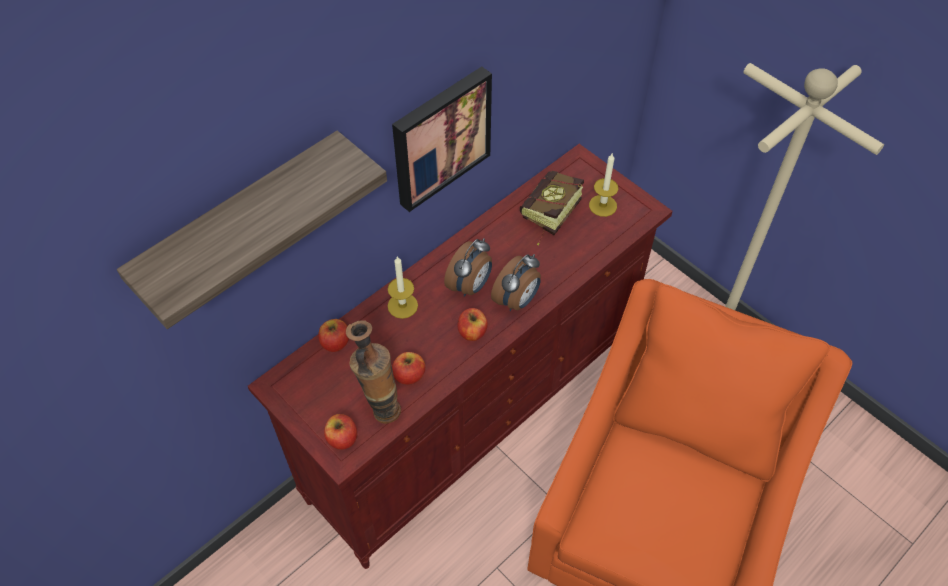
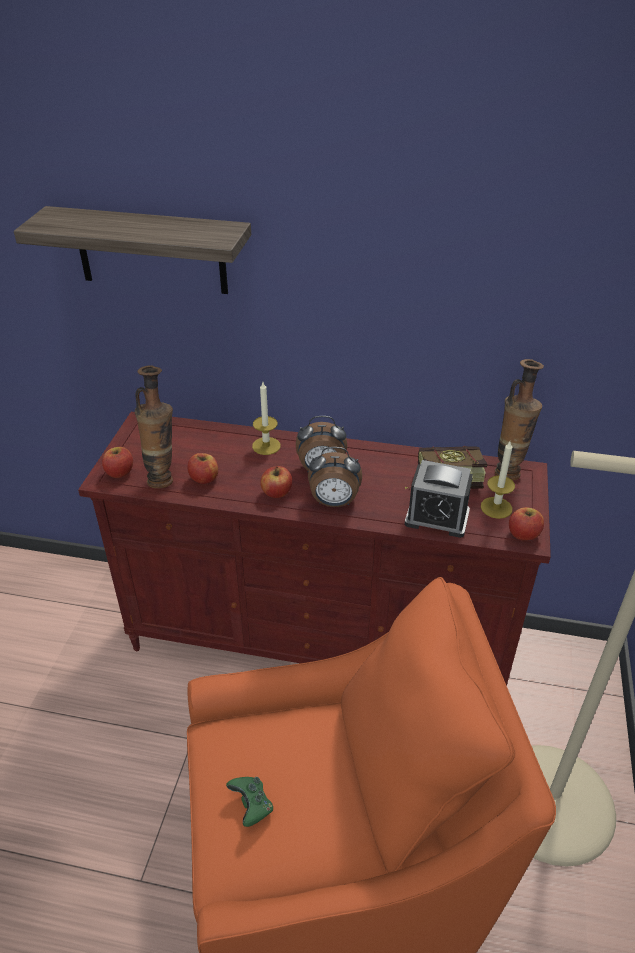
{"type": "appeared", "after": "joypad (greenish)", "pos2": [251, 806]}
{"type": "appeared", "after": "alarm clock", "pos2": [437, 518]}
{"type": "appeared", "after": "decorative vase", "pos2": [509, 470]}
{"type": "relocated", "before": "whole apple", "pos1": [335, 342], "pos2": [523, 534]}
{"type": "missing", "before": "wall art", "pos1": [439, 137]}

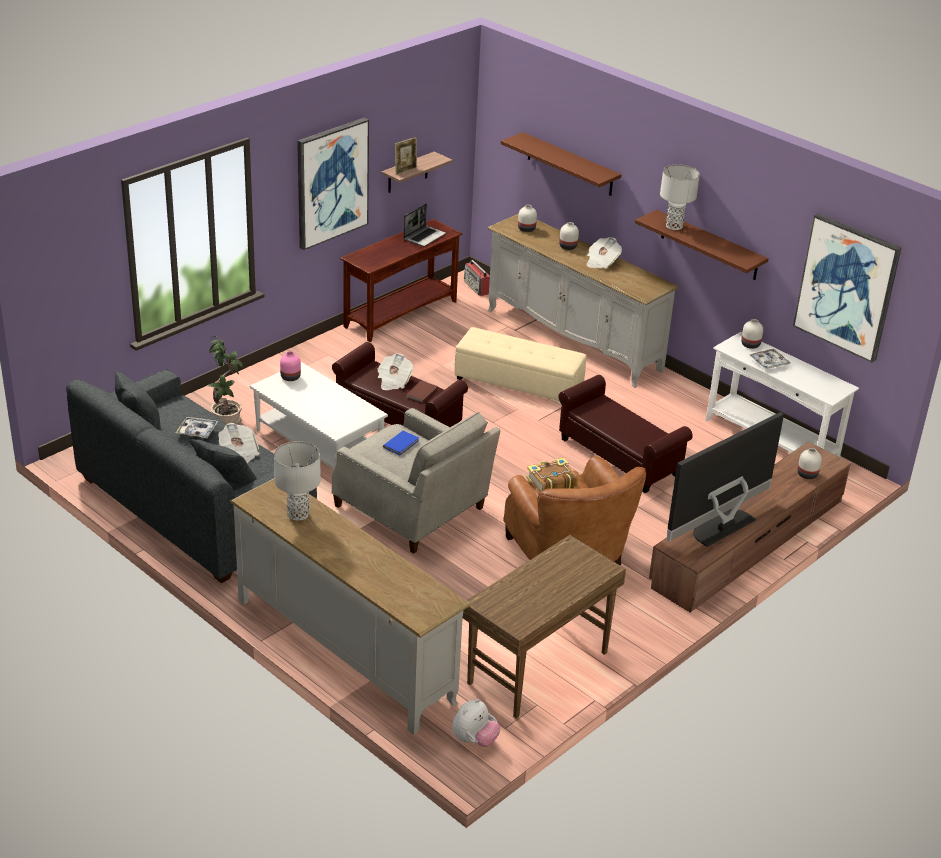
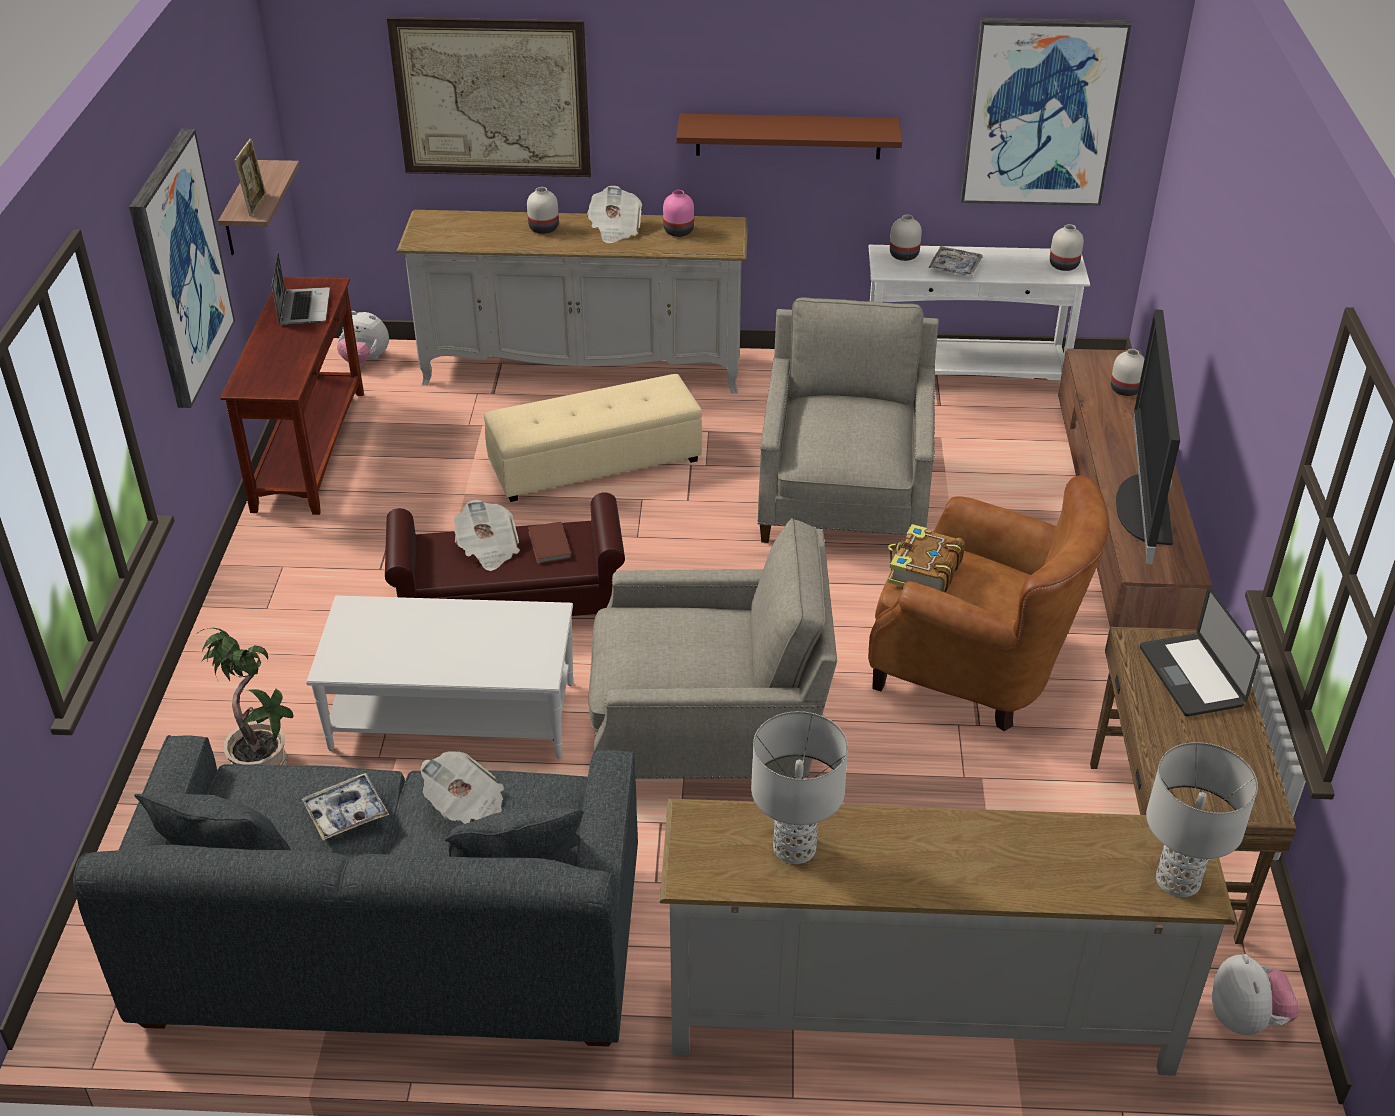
{"type": "exchanged", "before": "radio receiver", "after": "cuddly toy", "pos1": [477, 287], "pos2": [365, 360]}
{"type": "exchanged", "before": "bracket shelf (brownish)", "after": "wall art", "pos1": [570, 164], "pos2": [492, 98]}
{"type": "relocated", "before": "decorative vase (pink)", "pos1": [291, 377], "pos2": [679, 231]}
{"type": "exchanged", "before": "footrest (brownish)", "after": "easy chair (grey)", "pos1": [619, 457], "pos2": [844, 493]}
{"type": "relocated", "before": "decorative vase (white)", "pos1": [526, 229], "pos2": [1063, 265]}
{"type": "appeared", "after": "portable computer", "pos2": [1191, 676]}
{"type": "relocated", "before": "lamp for a table (white)", "pos1": [674, 226], "pos2": [1178, 879]}
{"type": "missing", "before": "book (bluish)", "pos1": [402, 444]}

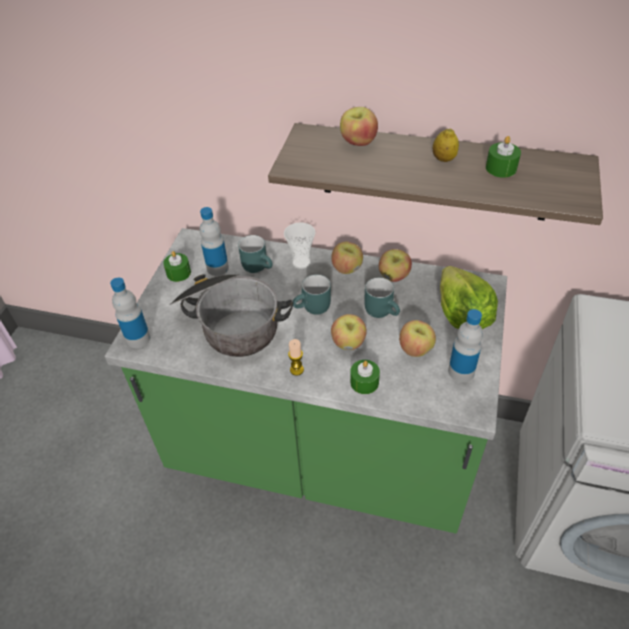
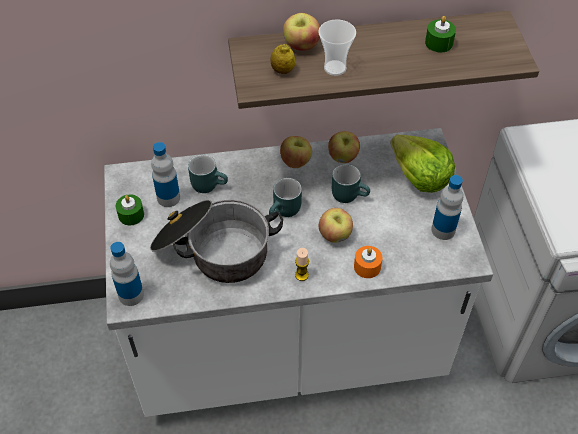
{"type": "colour", "before": "kitchen counter (greenish)", "after": "kitchen counter (white)", "pos1": [321, 452], "pos2": [289, 346]}
{"type": "relocated", "before": "whole lemon", "pos1": [443, 159], "pos2": [282, 70]}
{"type": "relocated", "before": "drinking cup", "pos1": [301, 262], "pos2": [335, 68]}
{"type": "colour", "before": "candle (greenish)", "after": "candle (orange)", "pos1": [364, 382], "pos2": [367, 267]}
{"type": "missing", "before": "whole apple", "pos1": [415, 349]}

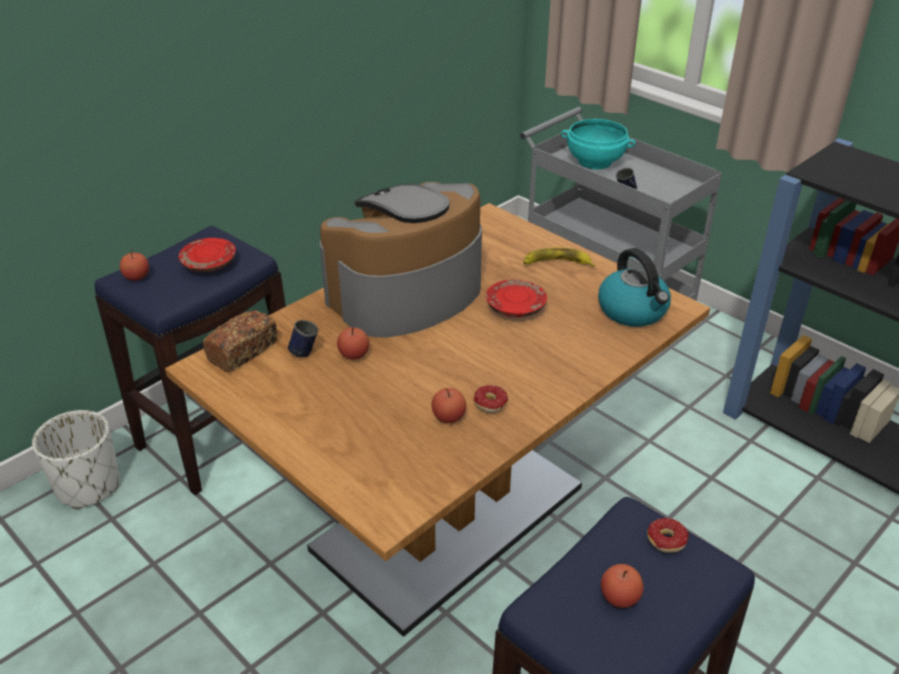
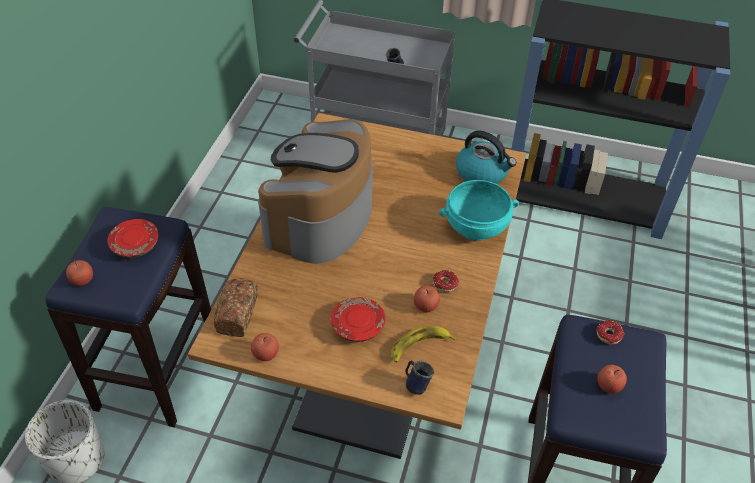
{"type": "relocated", "before": "whole apple", "pos1": [354, 354], "pos2": [266, 354]}
{"type": "relocated", "before": "flat dish (red-coloured)", "pos1": [515, 307], "pos2": [357, 326]}
{"type": "relocated", "before": "whole banana", "pos1": [556, 263], "pos2": [419, 346]}
{"type": "relocated", "before": "mug (bluish)", "pos1": [304, 350], "pos2": [416, 384]}
{"type": "relocated", "before": "bowl (blue-green)", "pos1": [594, 162], "pos2": [476, 228]}

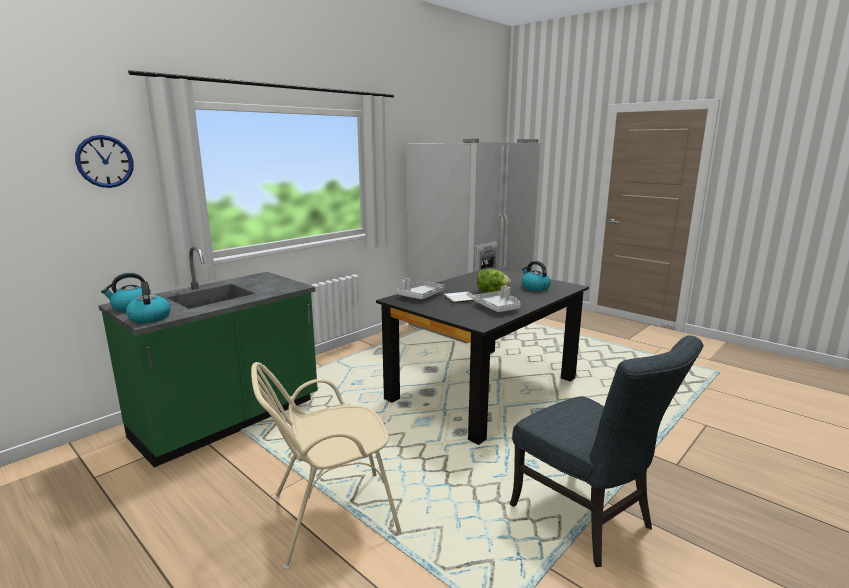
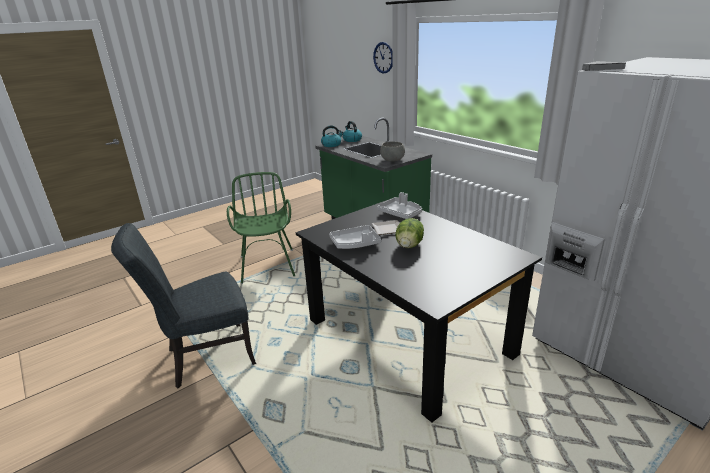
{"type": "colour", "before": "chair (beige)", "after": "chair (greenish)", "pos1": [329, 517], "pos2": [267, 264]}
{"type": "appeared", "after": "bowl (grey)", "pos2": [392, 160]}
{"type": "missing", "before": "water kettle", "pos1": [534, 287]}

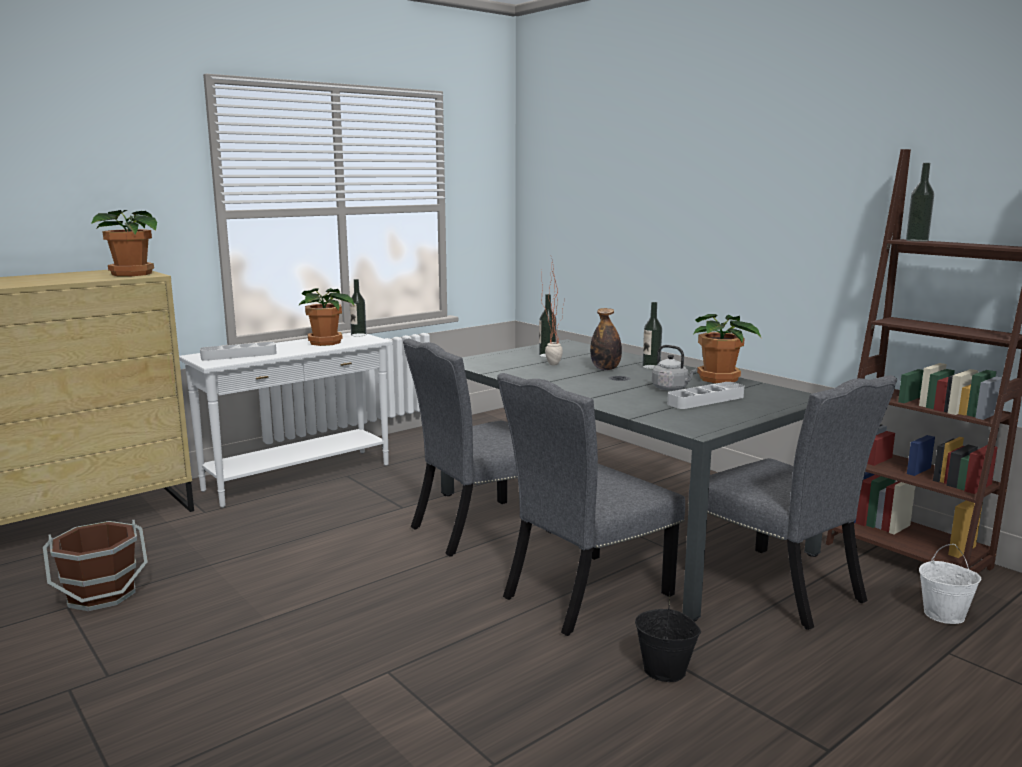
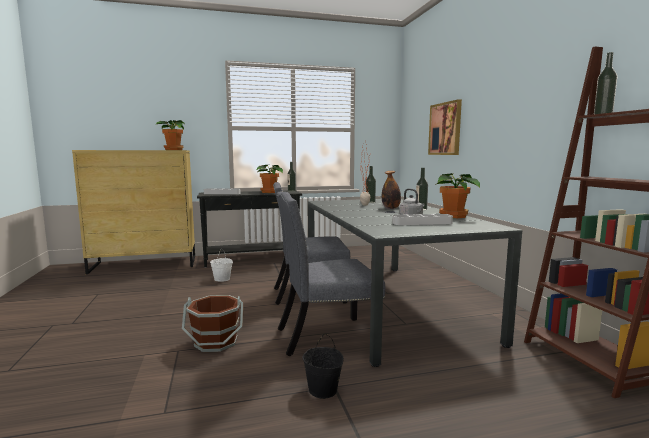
{"type": "relocated", "before": "bucket (brownish)", "pos1": [102, 595], "pos2": [216, 342]}
{"type": "colour", "before": "console table (white)", "after": "console table (black-coloured)", "pos1": [299, 476], "pos2": [252, 260]}
{"type": "relocated", "before": "bucket (white)", "pos1": [944, 614], "pos2": [222, 279]}
{"type": "appeared", "after": "wall art", "pos2": [445, 129]}
{"type": "missing", "before": "chair (grey)", "pos1": [775, 586]}

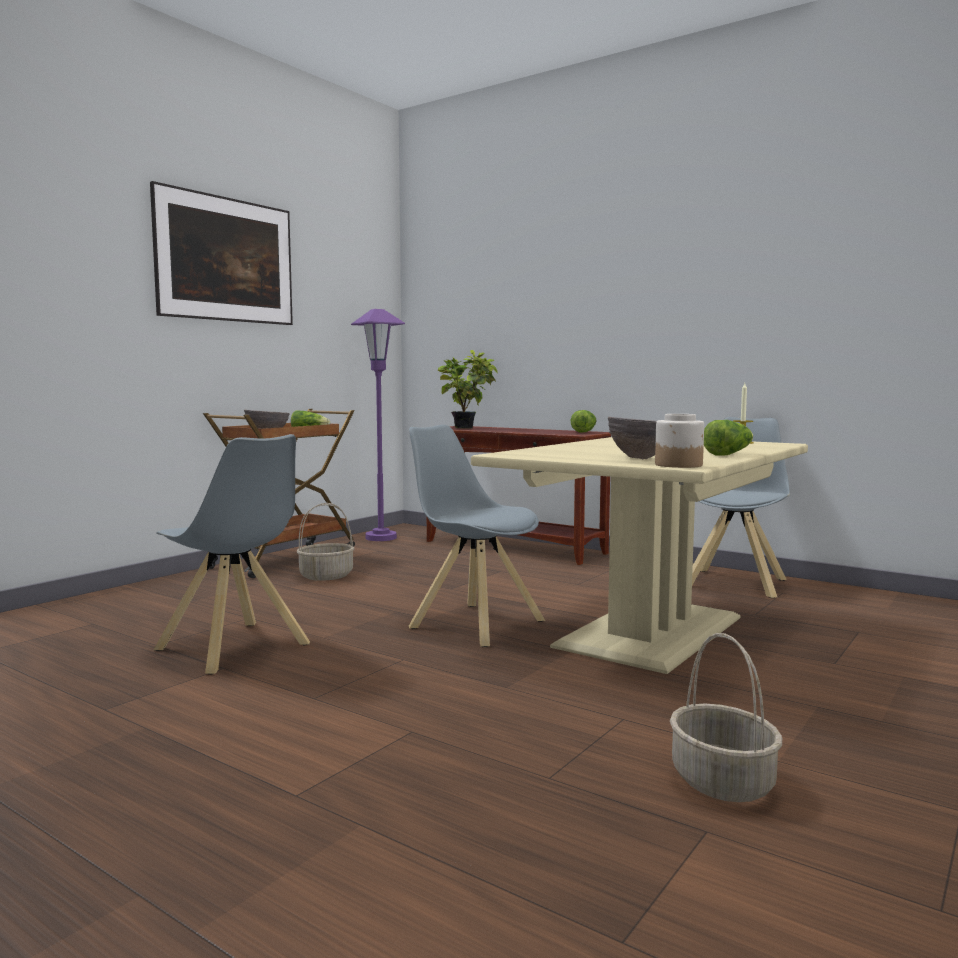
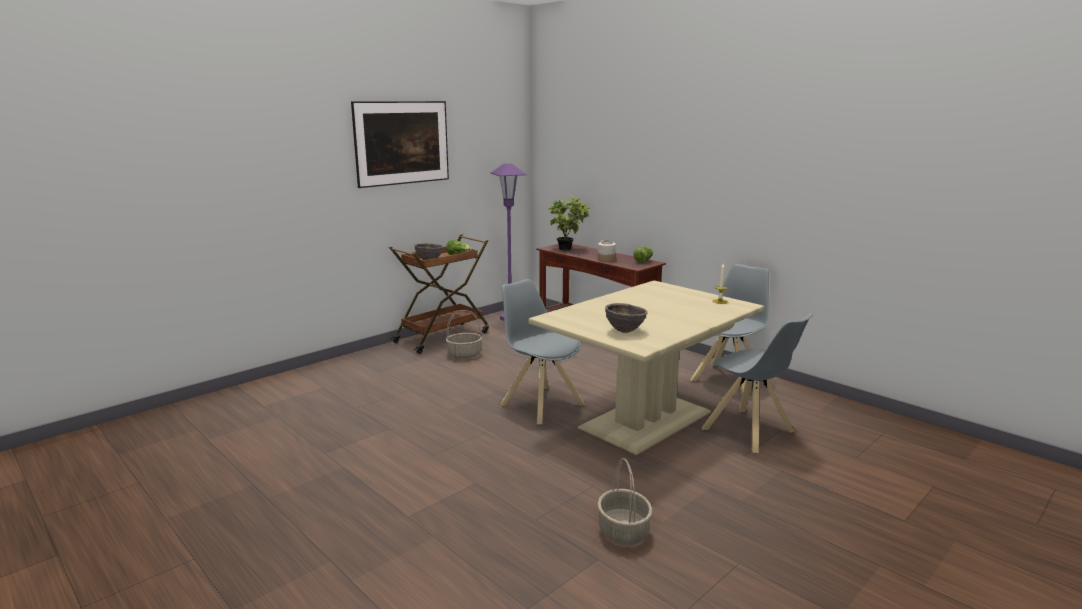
{"type": "relocated", "before": "preserve jar", "pos1": [679, 465], "pos2": [606, 260]}
{"type": "relocated", "before": "chair (grey)", "pos1": [235, 648], "pos2": [750, 431]}
{"type": "missing", "before": "lettuce", "pos1": [728, 454]}

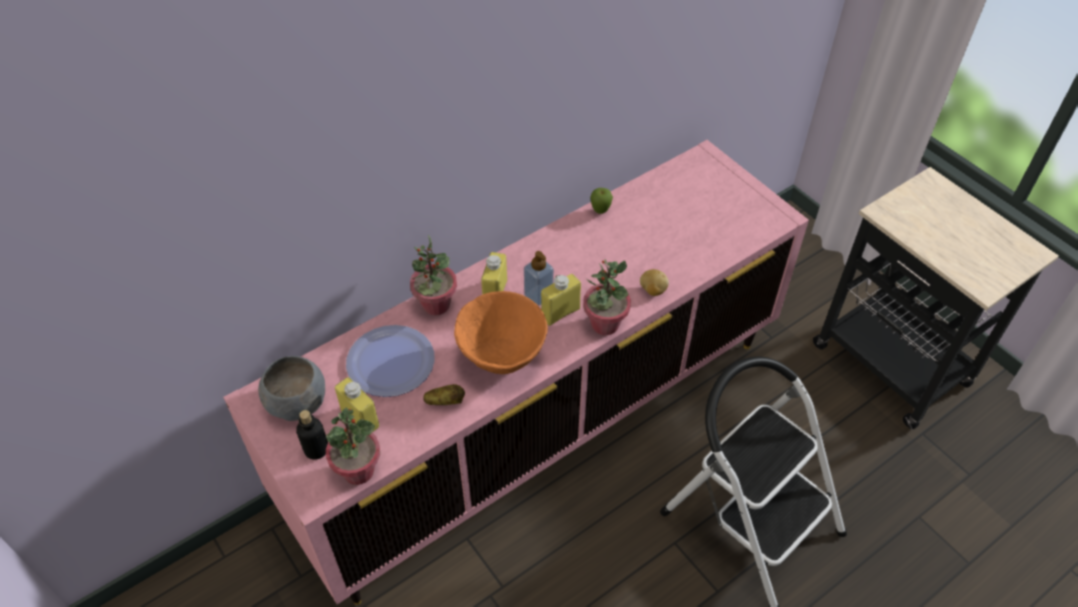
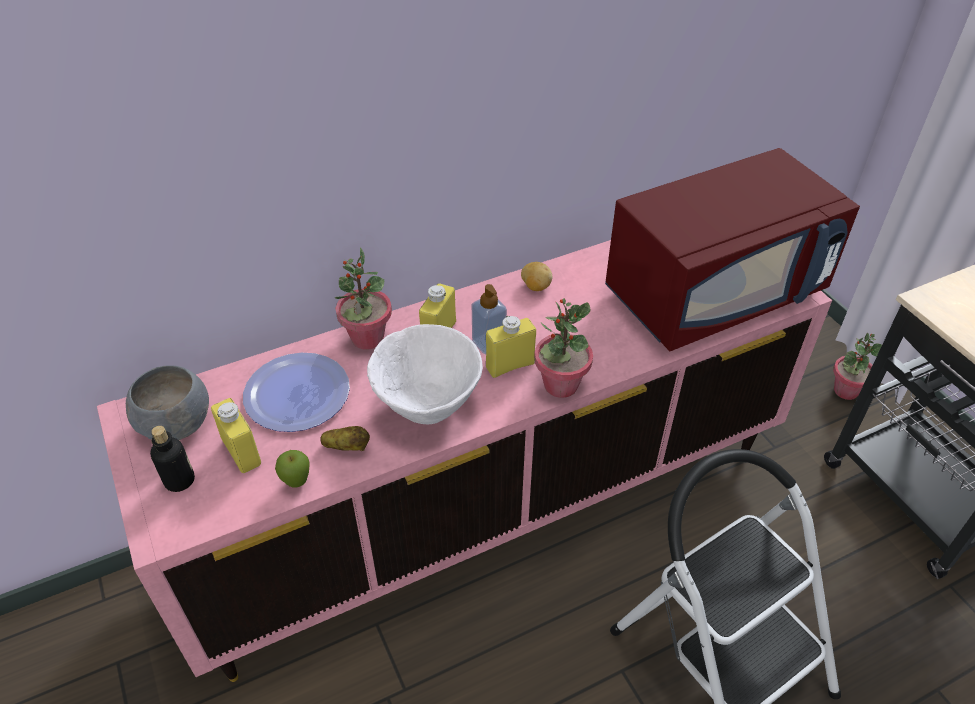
{"type": "relocated", "before": "whole apple", "pos1": [600, 211], "pos2": [297, 483]}
{"type": "colour", "before": "bowl (orange)", "after": "bowl (white)", "pos1": [502, 359], "pos2": [428, 408]}
{"type": "relocated", "before": "whole potato", "pos1": [652, 290], "pos2": [535, 286]}
{"type": "appeared", "after": "microwave oven (red-coloured)", "pos2": [714, 293]}
{"type": "relocated", "before": "houseplant", "pos1": [358, 470], "pos2": [845, 390]}

